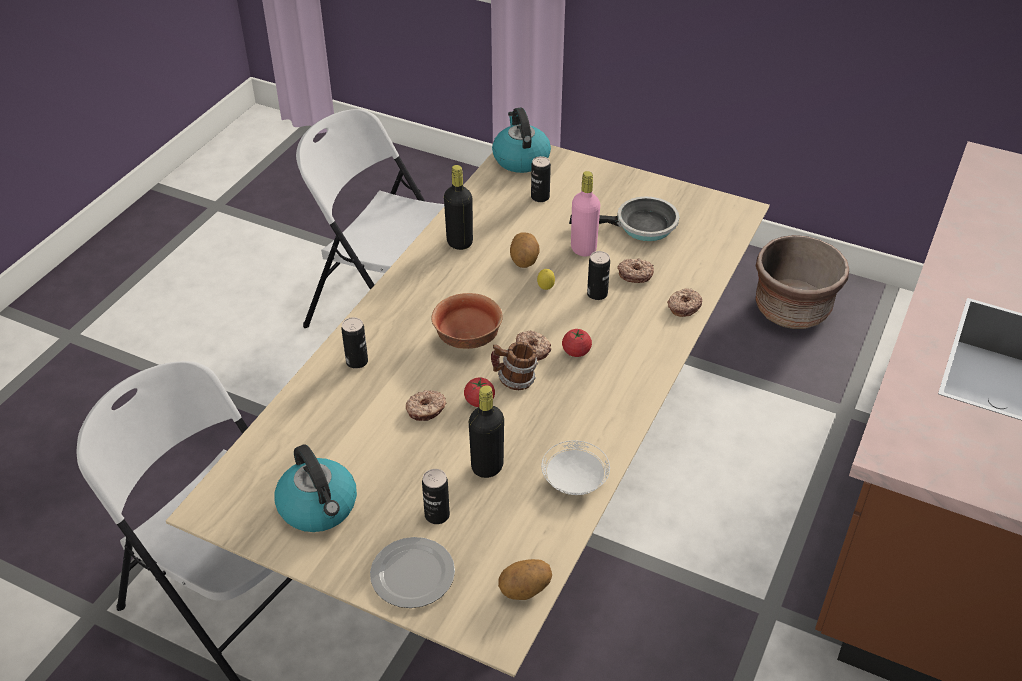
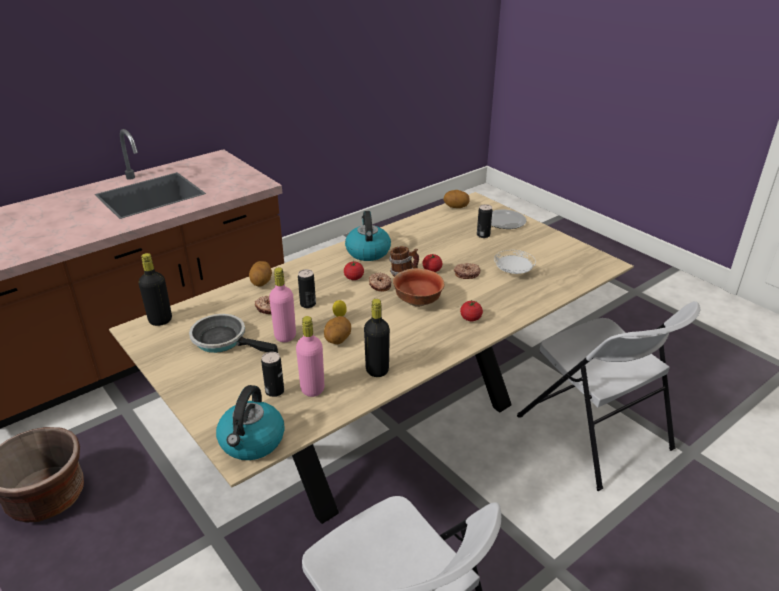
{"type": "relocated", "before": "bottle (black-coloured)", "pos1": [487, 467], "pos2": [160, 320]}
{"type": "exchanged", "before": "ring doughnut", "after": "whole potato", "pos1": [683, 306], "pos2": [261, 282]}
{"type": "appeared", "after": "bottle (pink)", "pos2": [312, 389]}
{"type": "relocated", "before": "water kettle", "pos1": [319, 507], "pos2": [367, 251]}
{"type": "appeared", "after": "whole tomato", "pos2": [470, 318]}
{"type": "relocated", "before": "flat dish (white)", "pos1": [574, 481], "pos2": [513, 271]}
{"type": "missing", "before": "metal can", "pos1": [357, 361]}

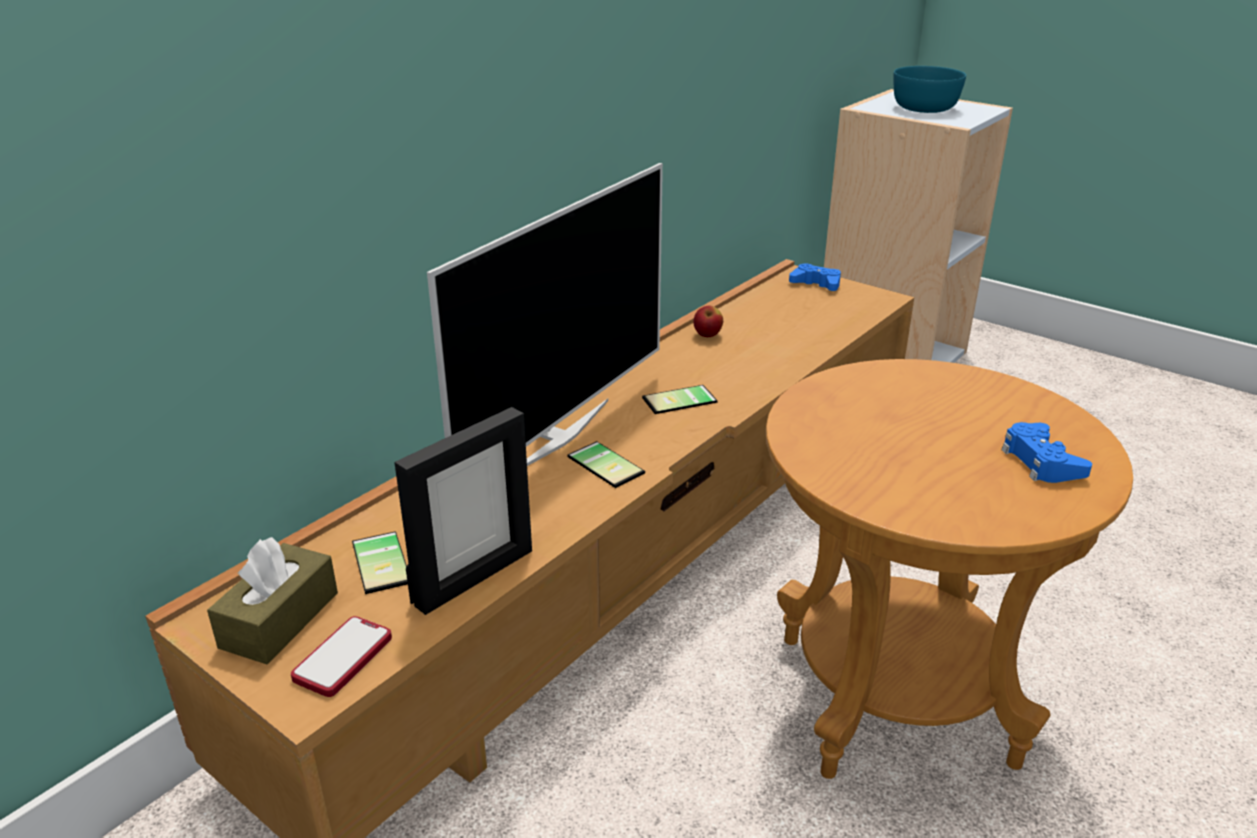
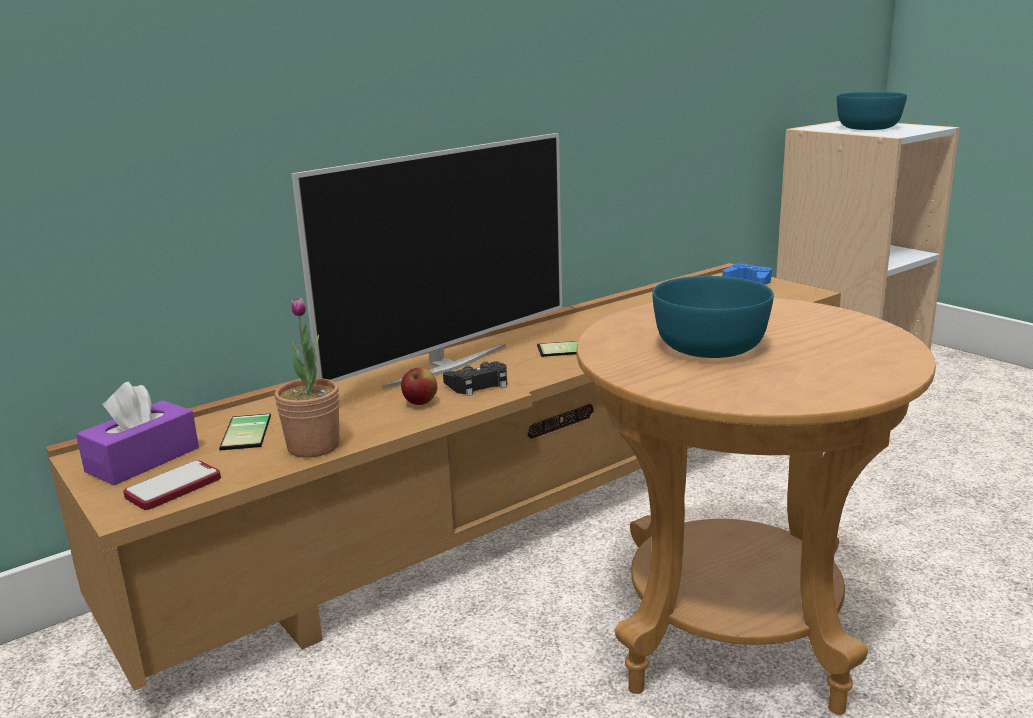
{"type": "colour", "before": "tissue holder (brownish)", "after": "tissue holder (purple-coloured)", "pos1": [279, 620], "pos2": [143, 460]}
{"type": "exchanged", "before": "picture frame", "after": "houseplant", "pos1": [473, 576], "pos2": [313, 447]}
{"type": "relocated", "before": "whole apple", "pos1": [707, 335], "pos2": [420, 403]}
{"type": "exchanged", "before": "handset", "after": "joypad (black-coloured)", "pos1": [609, 463], "pos2": [478, 385]}
{"type": "appeared", "after": "bowl (blue-green)", "pos2": [711, 346]}
{"type": "missing", "before": "joypad (bluish)", "pos1": [1041, 461]}

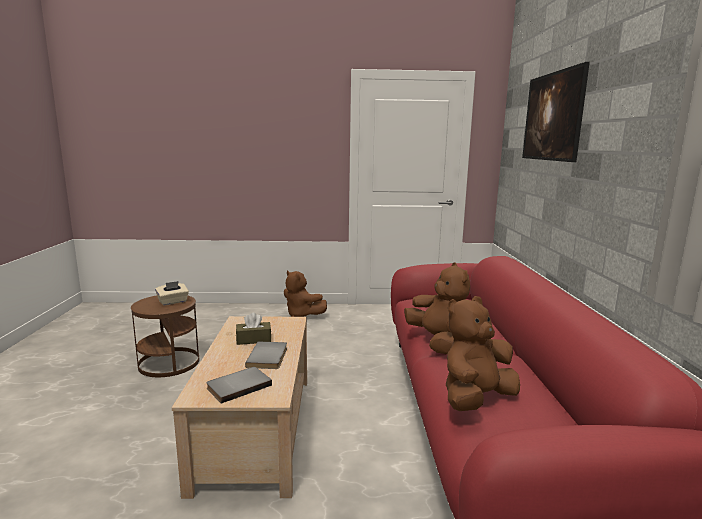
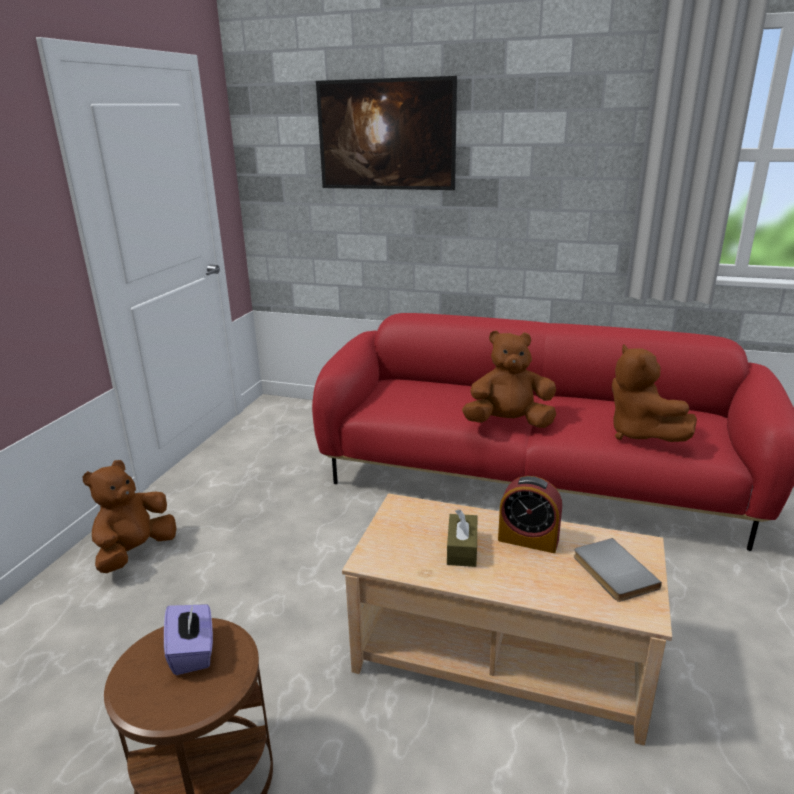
{"type": "spun", "before": "cuddly toy (brownish)", "pos1": [302, 315], "pos2": [135, 552], "turn": 150}
{"type": "colour", "before": "tissue holder (beige)", "after": "tissue holder (purple-coloured)", "pos1": [173, 302], "pos2": [193, 652]}
{"type": "exchanged", "before": "book (grey)", "after": "alarm clock", "pos1": [269, 357], "pos2": [528, 540]}

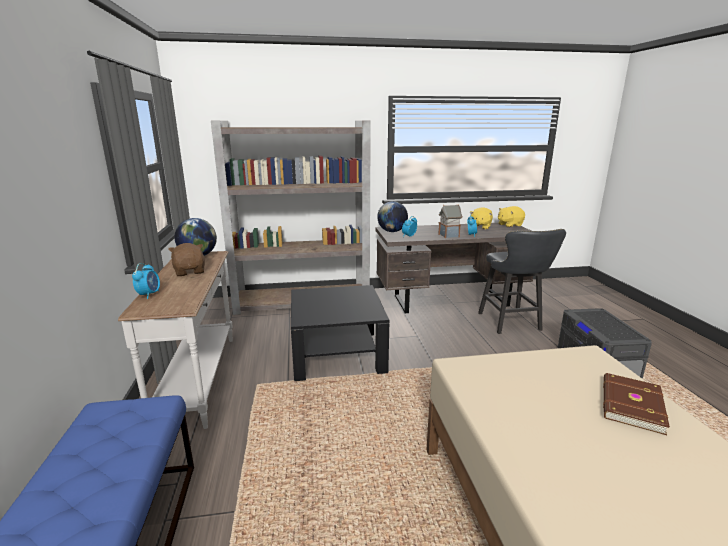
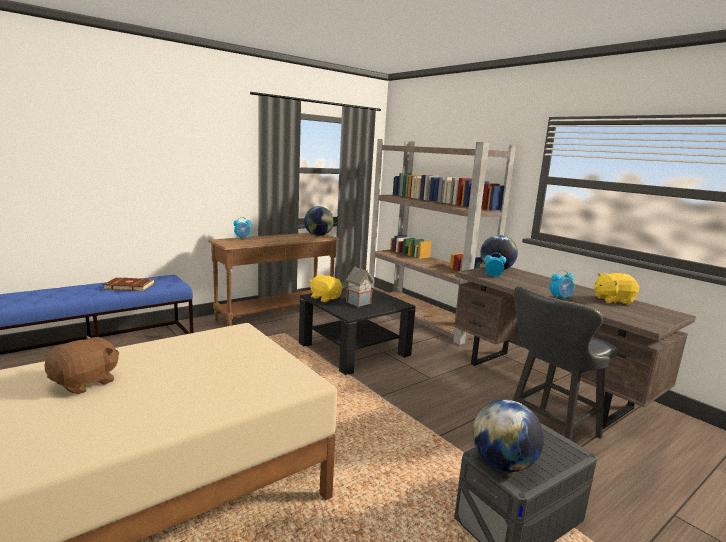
{"type": "relocated", "before": "cuddly toy (brownish)", "pos1": [190, 271], "pos2": [85, 383]}
{"type": "relocated", "before": "book (brownish)", "pos1": [630, 405], "pos2": [129, 286]}
{"type": "colour", "before": "console table (white)", "after": "console table (brownish)", "pos1": [200, 378], "pos2": [276, 316]}
{"type": "relocated", "before": "cuddly toy (yellow)", "pos1": [509, 225], "pos2": [325, 298]}
{"type": "relocated", "before": "miniature house", "pos1": [449, 235], "pos2": [359, 303]}
{"type": "appeared", "after": "globe", "pos2": [502, 464]}

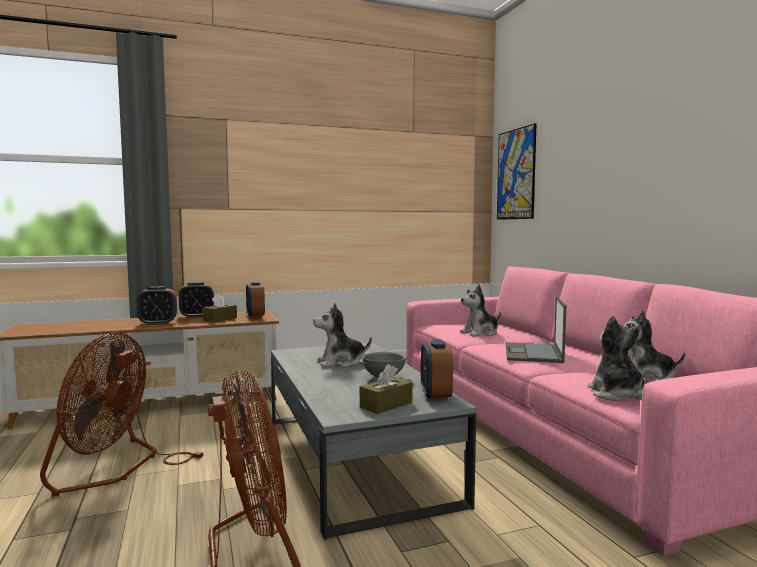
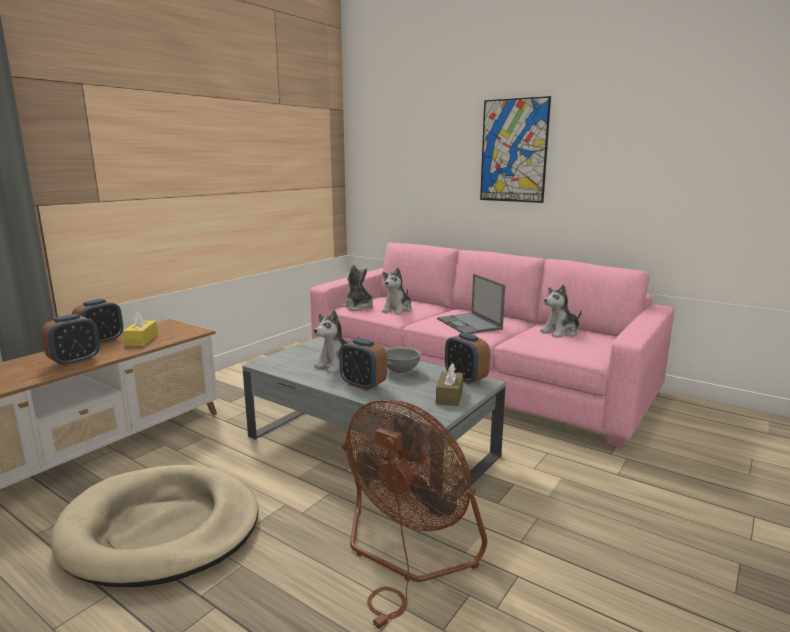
{"type": "exchanged", "before": "fan (brownish)", "after": "pet bed (beige)", "pos1": [124, 465], "pos2": [161, 529]}
{"type": "colour", "before": "tissue holder (brownish)", "after": "tissue holder (yellow)", "pos1": [220, 319], "pos2": [141, 340]}
{"type": "relocated", "before": "alarm clock", "pos1": [255, 316], "pos2": [363, 385]}
{"type": "relocated", "before": "cuddly toy", "pos1": [616, 395], "pos2": [358, 307]}
{"type": "relocated", "before": "wall art", "pos1": [516, 174], "pos2": [513, 151]}

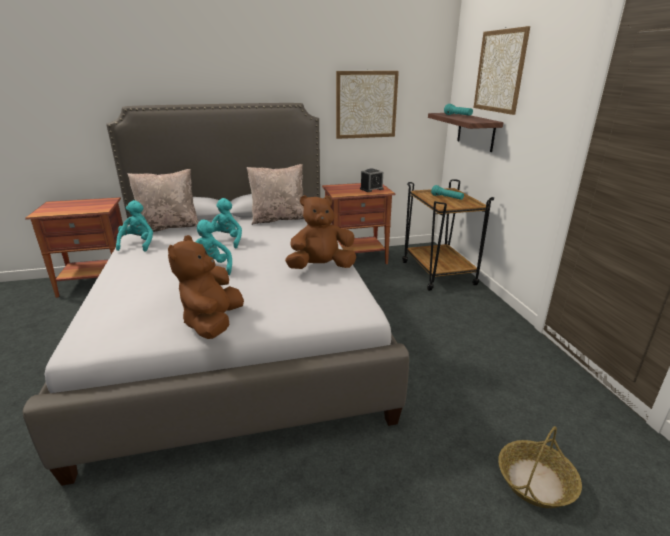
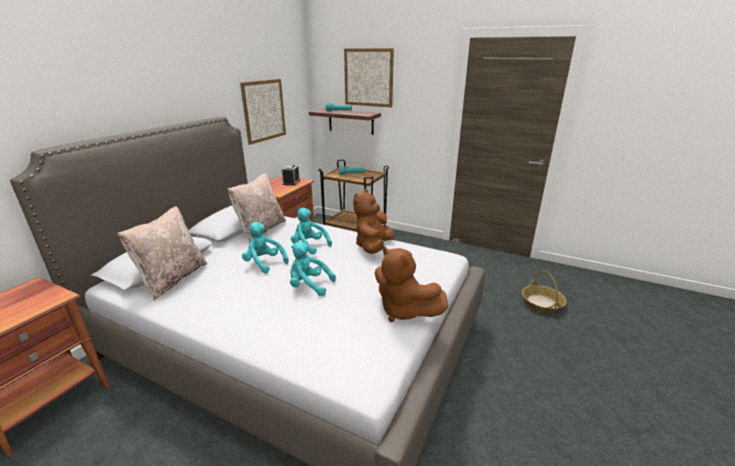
{"type": "relocated", "before": "cuddly toy (blue-green)", "pos1": [138, 244], "pos2": [309, 246]}

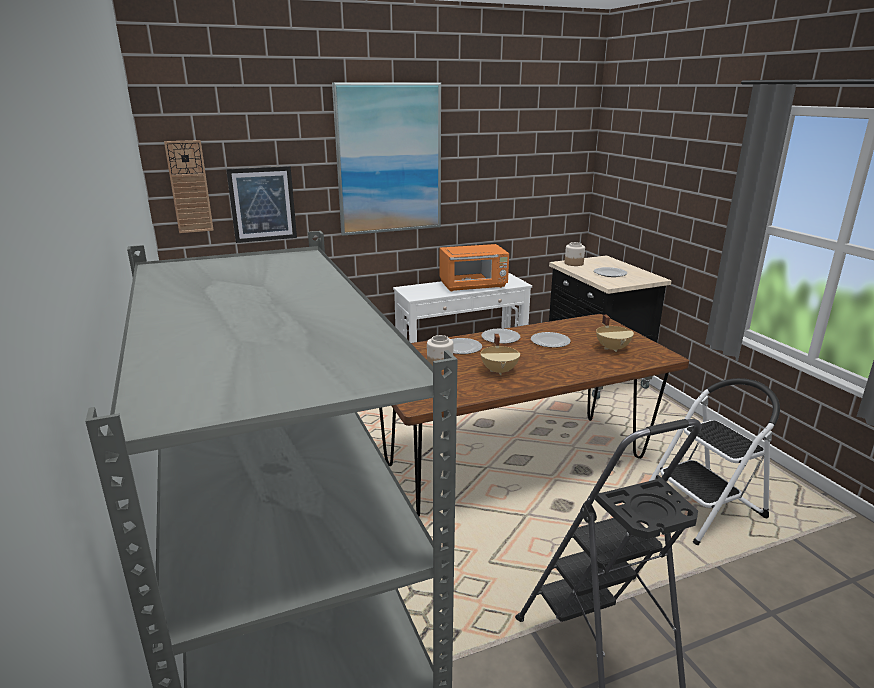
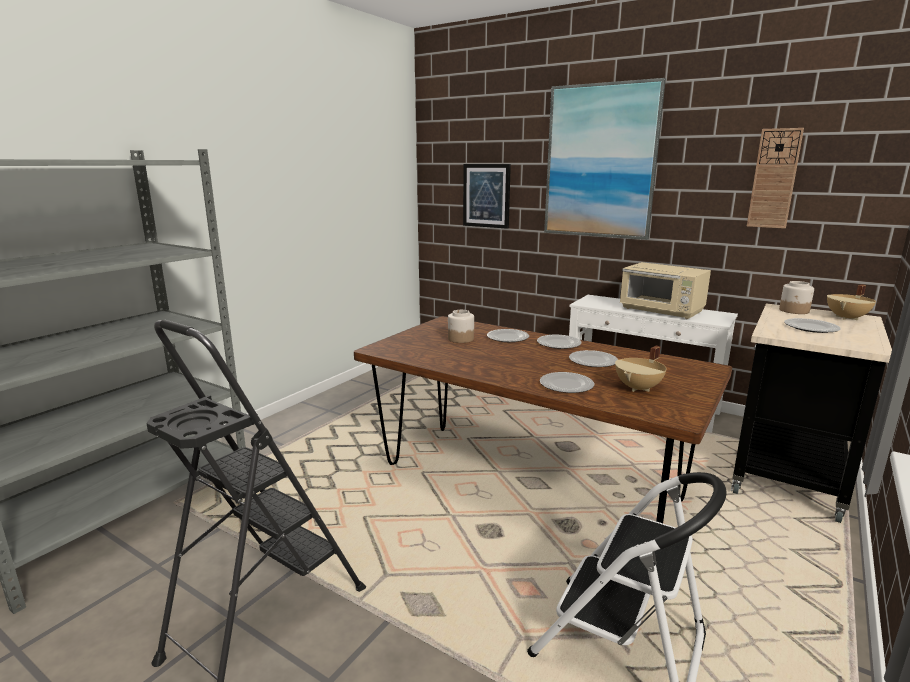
{"type": "appeared", "after": "flat dish", "pos2": [565, 385]}
{"type": "colour", "before": "microwave oven (orange)", "after": "microwave oven (beige)", "pos1": [474, 286], "pos2": [662, 311]}
{"type": "relocated", "before": "wall clock", "pos1": [189, 187], "pos2": [774, 179]}
{"type": "relocated", "before": "saucepot (beige)", "pos1": [500, 371], "pos2": [847, 318]}

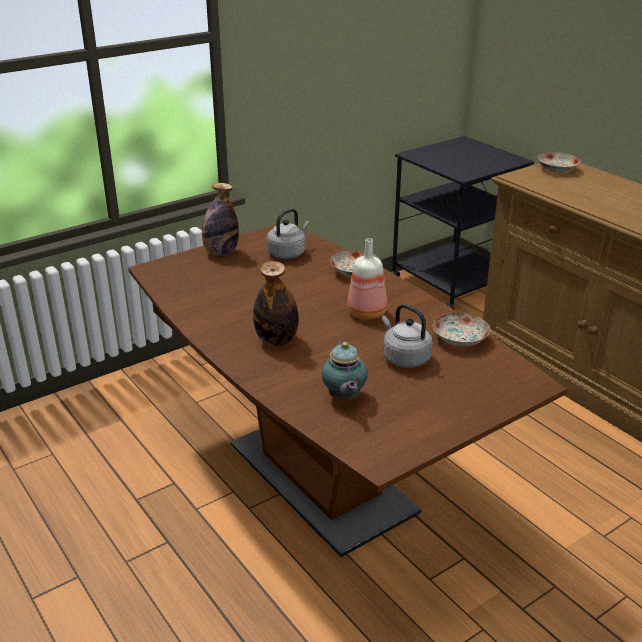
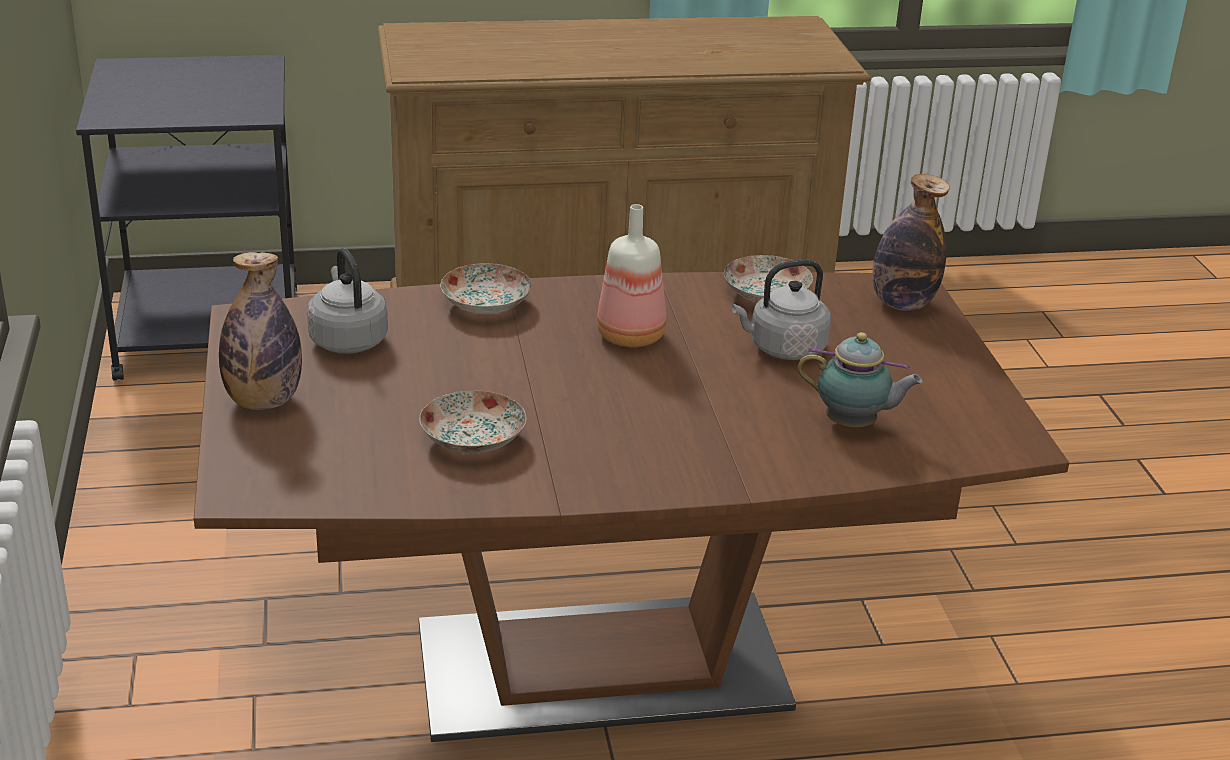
{"type": "relocated", "before": "flat dish", "pos1": [556, 169], "pos2": [472, 440]}
{"type": "relocated", "before": "bottle", "pos1": [276, 340], "pos2": [902, 304]}

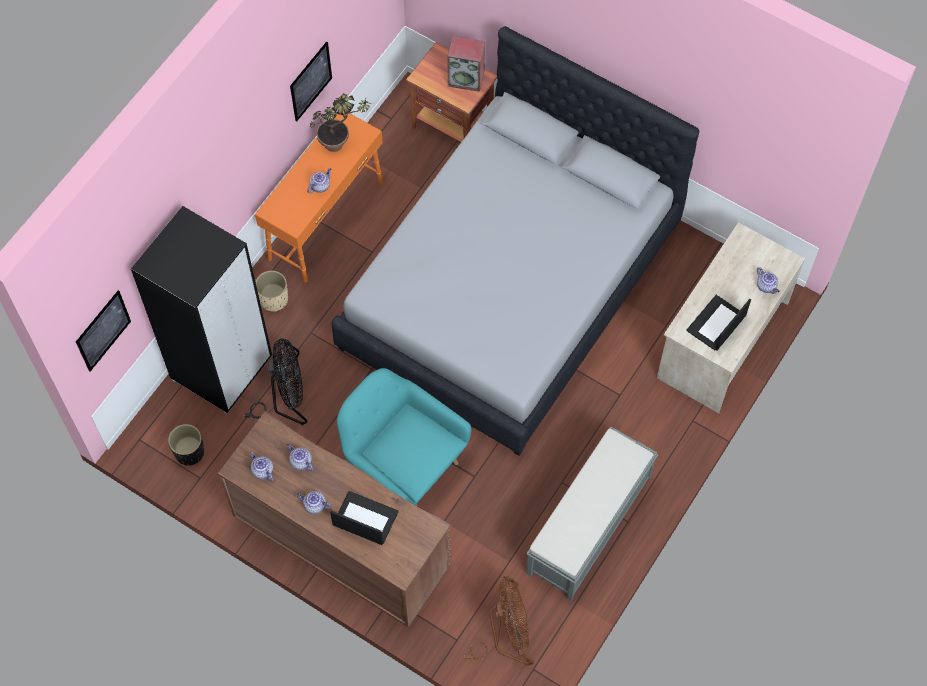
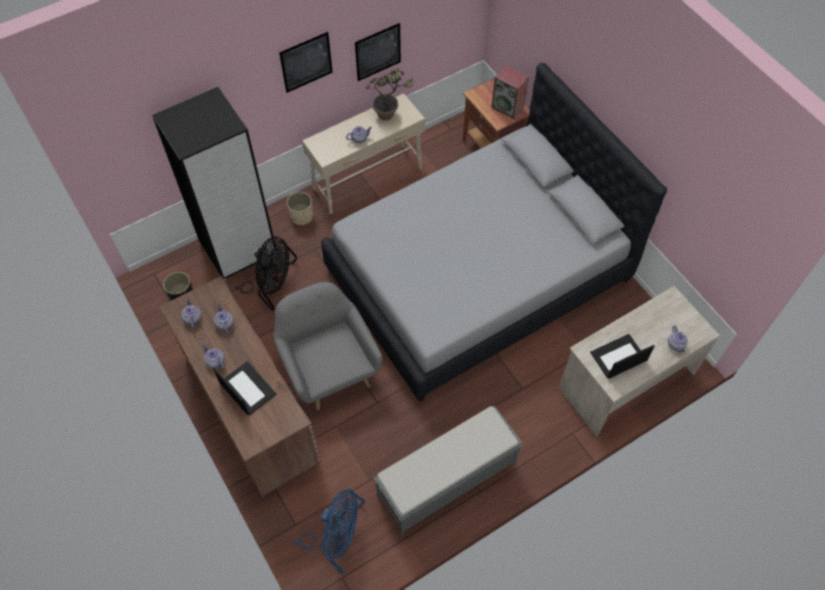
{"type": "colour", "before": "easy chair (blue-green)", "after": "easy chair (grey)", "pos1": [403, 462], "pos2": [330, 369]}
{"type": "relocated", "before": "wall art", "pos1": [103, 330], "pos2": [306, 62]}
{"type": "colour", "before": "fan (brownish)", "after": "fan (bluish)", "pos1": [505, 633], "pos2": [336, 536]}
{"type": "colour", "before": "console table (orange)", "after": "console table (beige)", "pos1": [327, 221], "pos2": [368, 179]}

